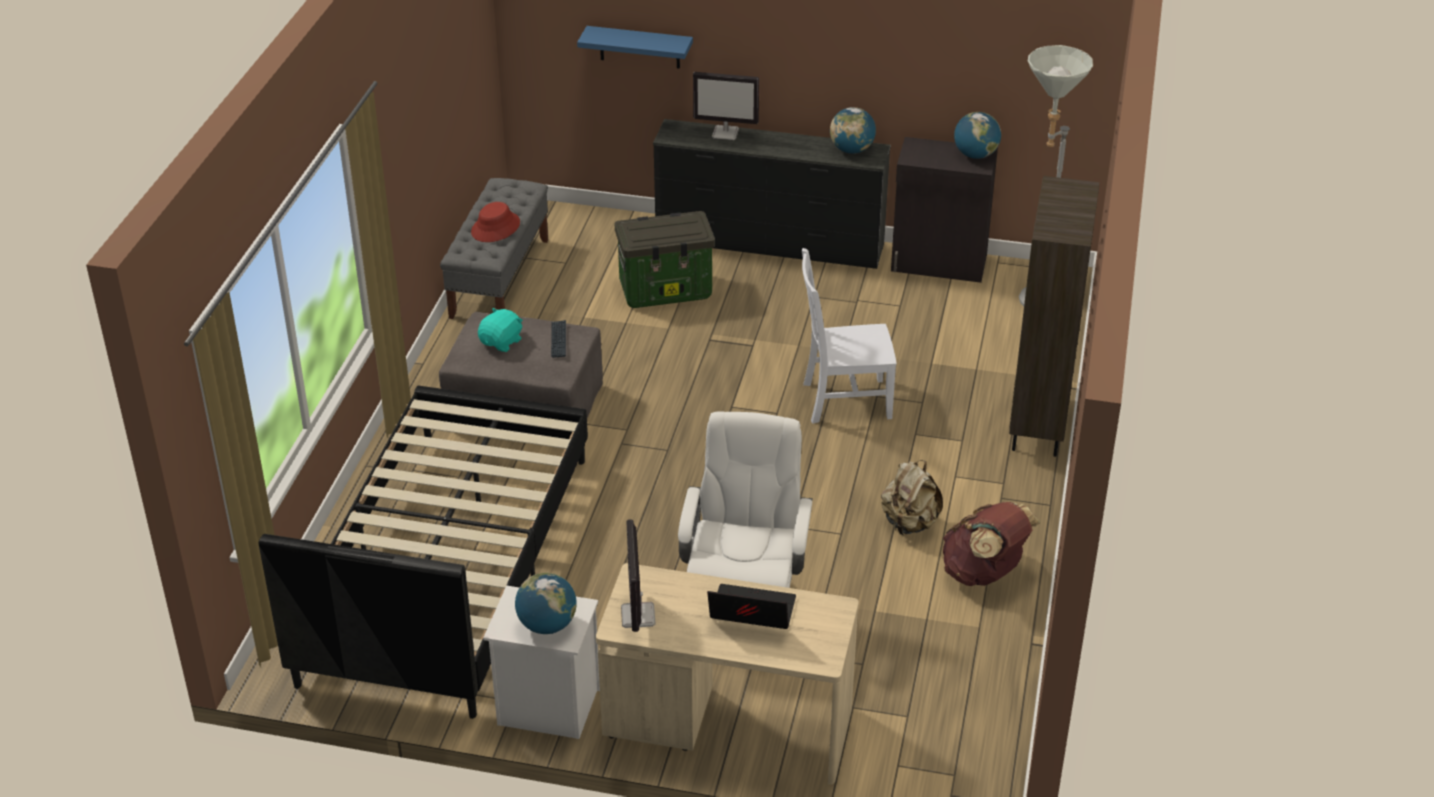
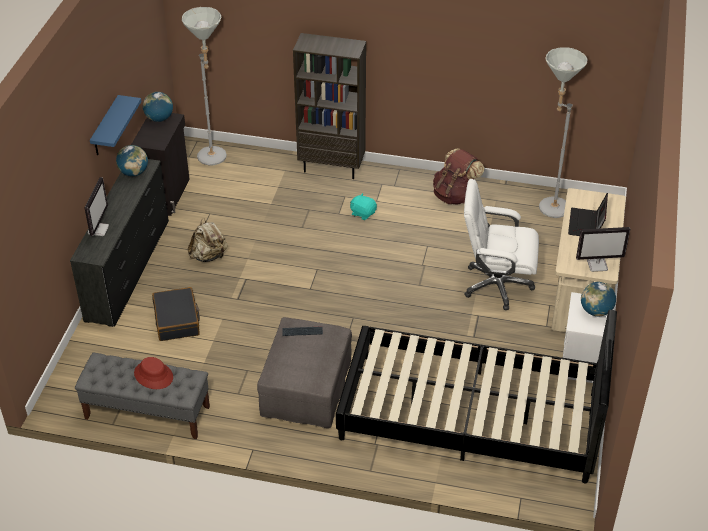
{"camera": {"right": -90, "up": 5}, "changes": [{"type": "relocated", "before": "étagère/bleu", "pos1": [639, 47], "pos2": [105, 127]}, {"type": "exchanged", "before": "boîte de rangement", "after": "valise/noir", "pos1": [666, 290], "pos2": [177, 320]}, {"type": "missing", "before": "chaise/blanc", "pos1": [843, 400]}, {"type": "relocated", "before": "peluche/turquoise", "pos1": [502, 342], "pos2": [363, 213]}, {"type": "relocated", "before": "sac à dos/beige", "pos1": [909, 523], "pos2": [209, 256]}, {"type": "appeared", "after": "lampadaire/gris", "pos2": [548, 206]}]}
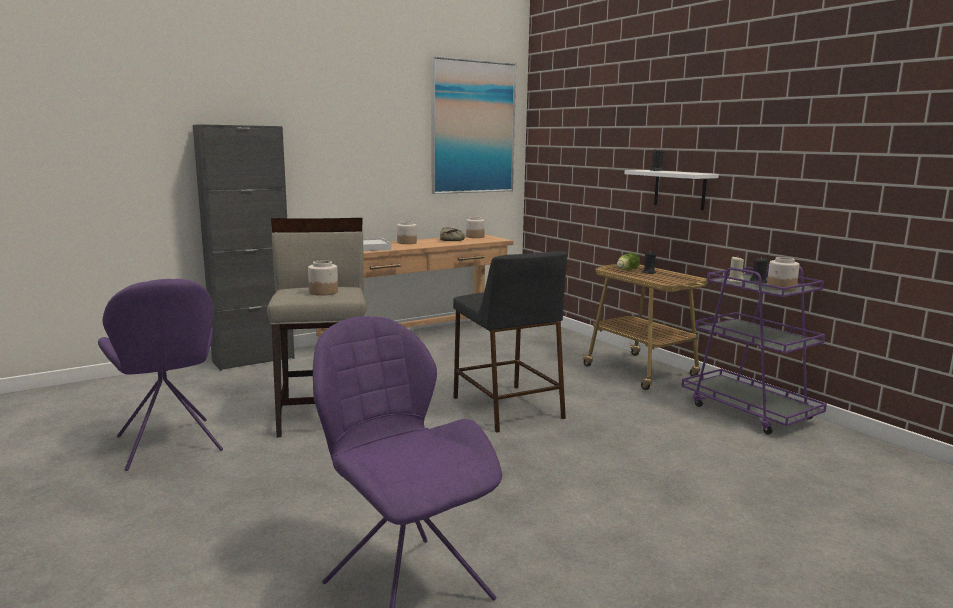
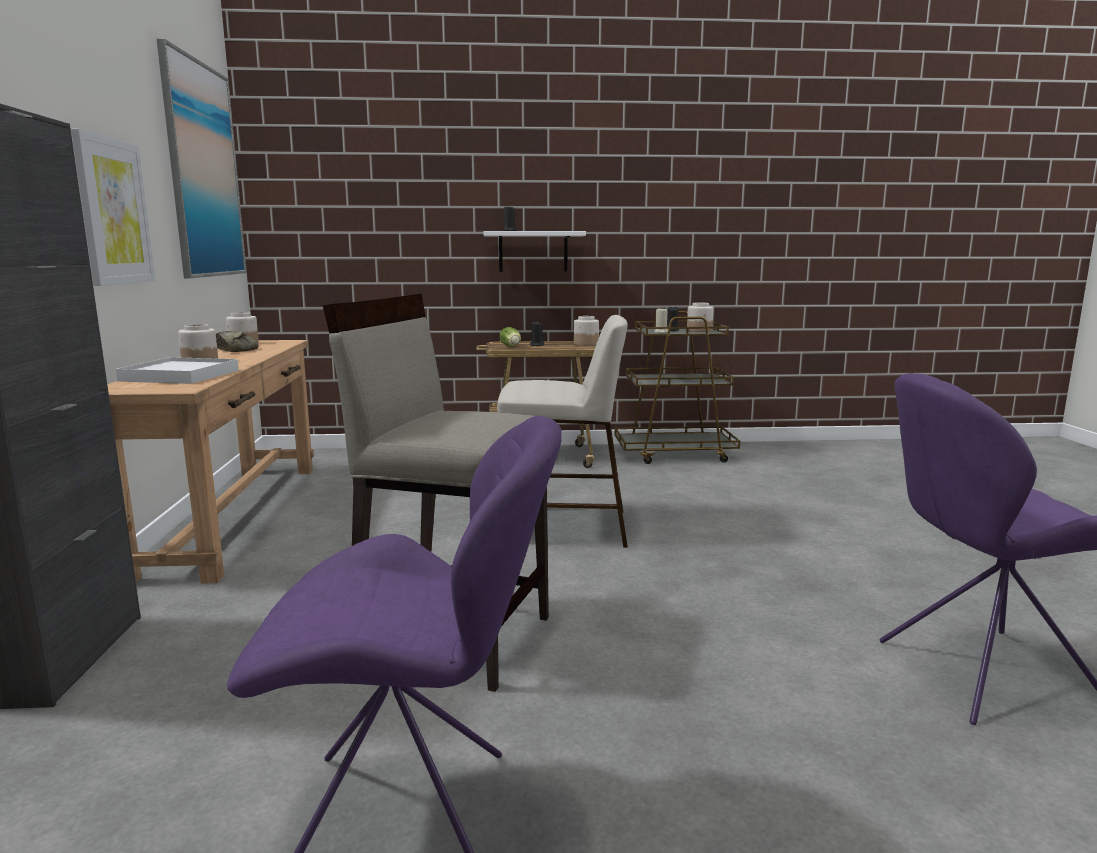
{"camera": {"right": -60, "up": 0}, "changes": [{"type": "colour", "before": "tabouret/noir", "after": "tabouret/beige", "pos1": [506, 407], "pos2": [562, 527]}, {"type": "relocated", "before": "bocal", "pos1": [323, 292], "pos2": [585, 344]}, {"type": "colour", "before": "chariot/violet", "after": "chariot/marron", "pos1": [749, 411], "pos2": [675, 454]}, {"type": "appeared", "after": "tableau", "pos2": [113, 212]}]}
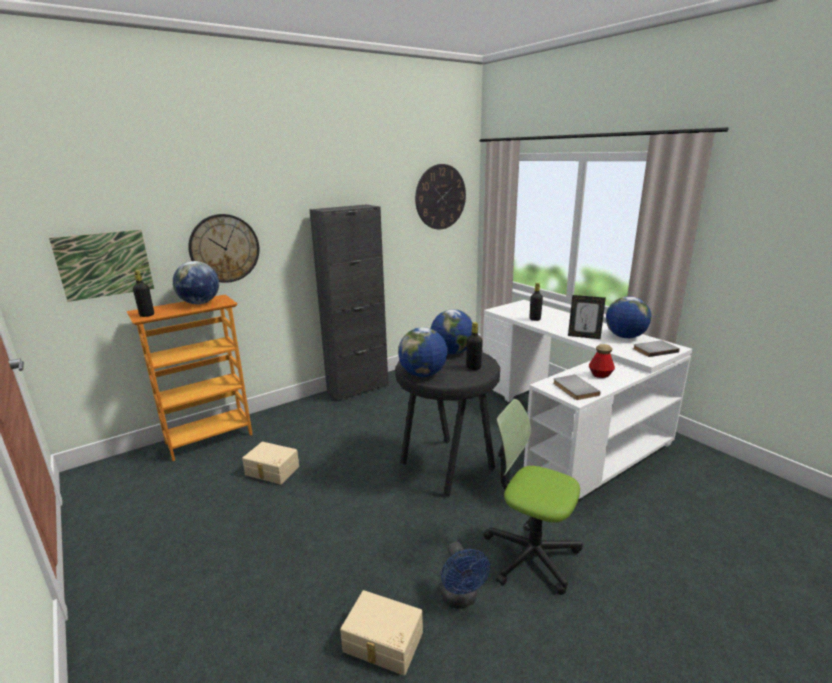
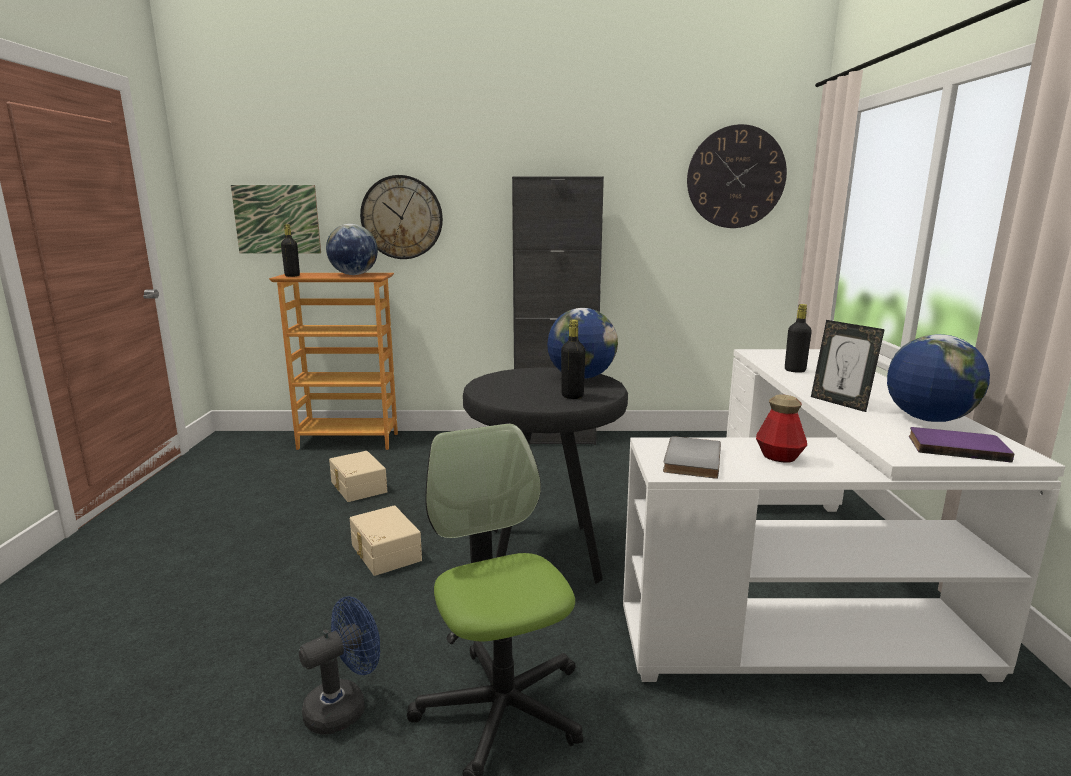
{"camera": {"right": 35, "up": -5}, "changes": [{"type": "missing", "before": "globe", "pos1": [423, 374]}, {"type": "colour", "before": "livre/gris", "after": "livre/violet", "pos1": [654, 350], "pos2": [956, 447]}, {"type": "spun", "before": "ventilateur/bleu", "pos1": [461, 599], "pos2": [344, 706], "turn": -150}, {"type": "relocated", "before": "boîte de rangement/beige", "pos1": [382, 643], "pos2": [384, 553]}]}
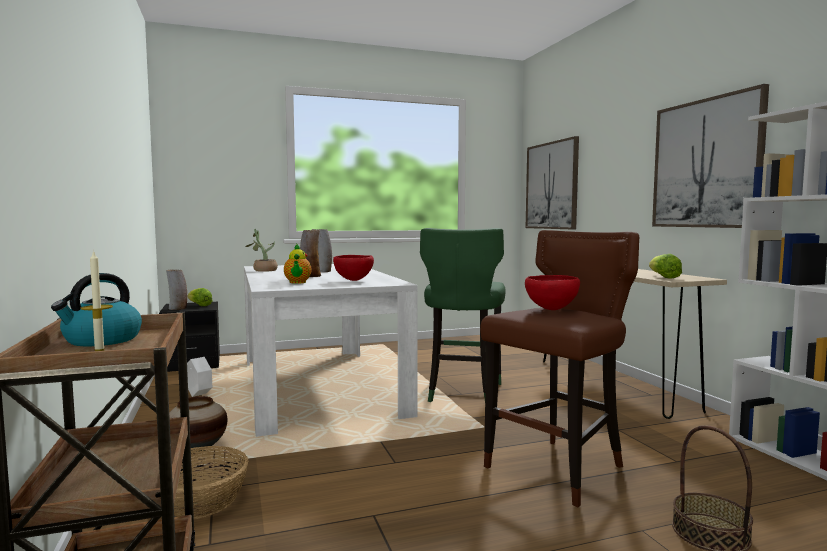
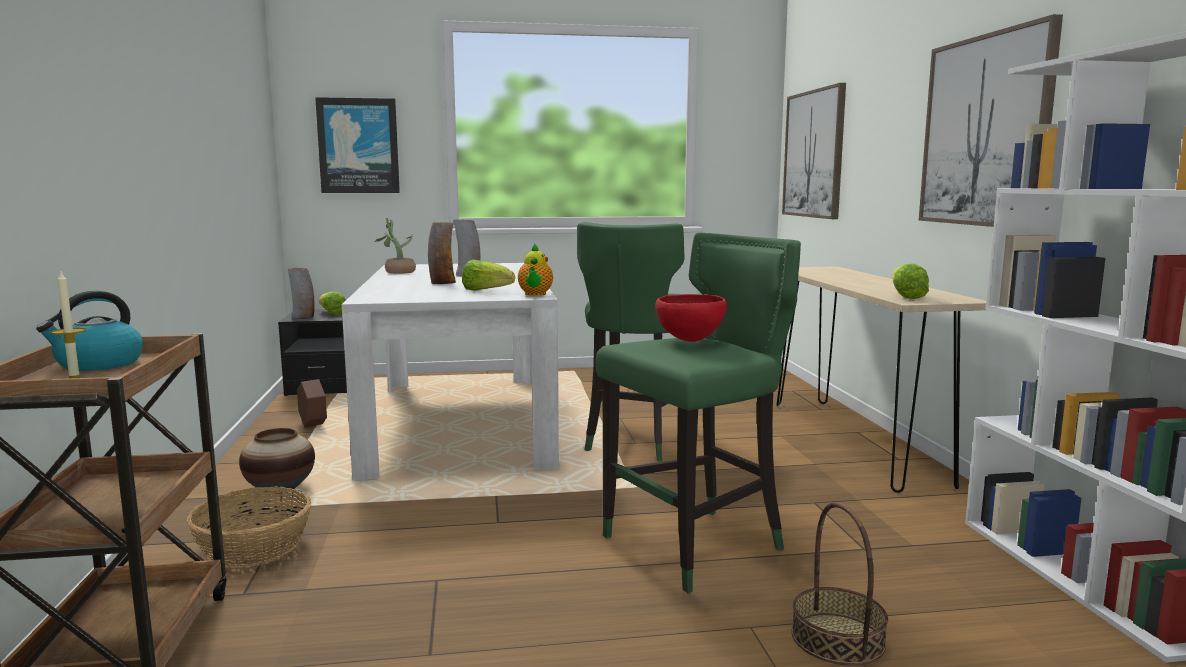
{"camera": {"right": 10, "up": 5}, "changes": [{"type": "colour", "before": "tabouret/marron", "after": "tabouret/vert", "pos1": [558, 469], "pos2": [696, 546]}, {"type": "relocated", "before": "théière", "pos1": [297, 282], "pos2": [535, 294]}, {"type": "exchanged", "before": "bol/rouge", "after": "laitue", "pos1": [353, 280], "pos2": [486, 291]}, {"type": "colour", "before": "cache-pot/blanc", "after": "cache-pot/marron", "pos1": [199, 395], "pos2": [313, 426]}, {"type": "appeared", "after": "tableau", "pos2": [358, 146]}]}
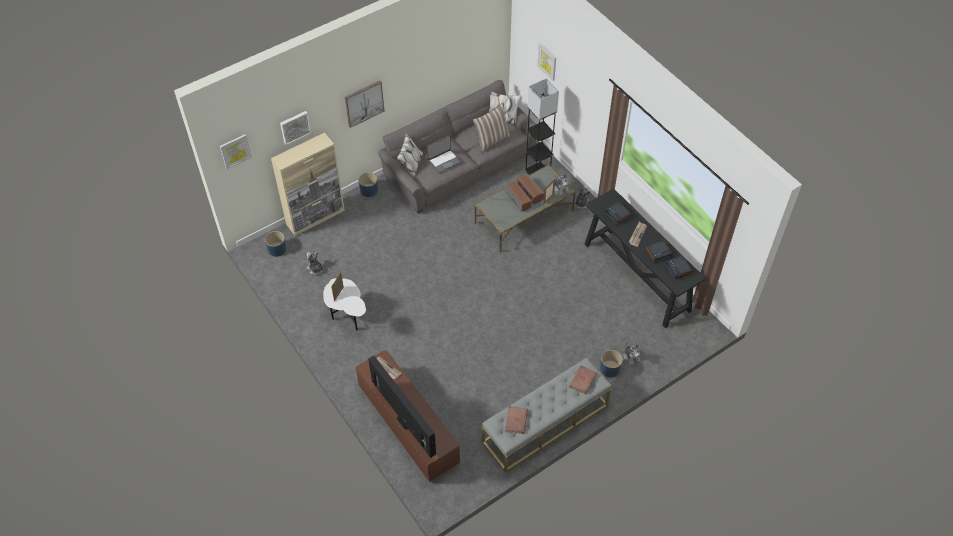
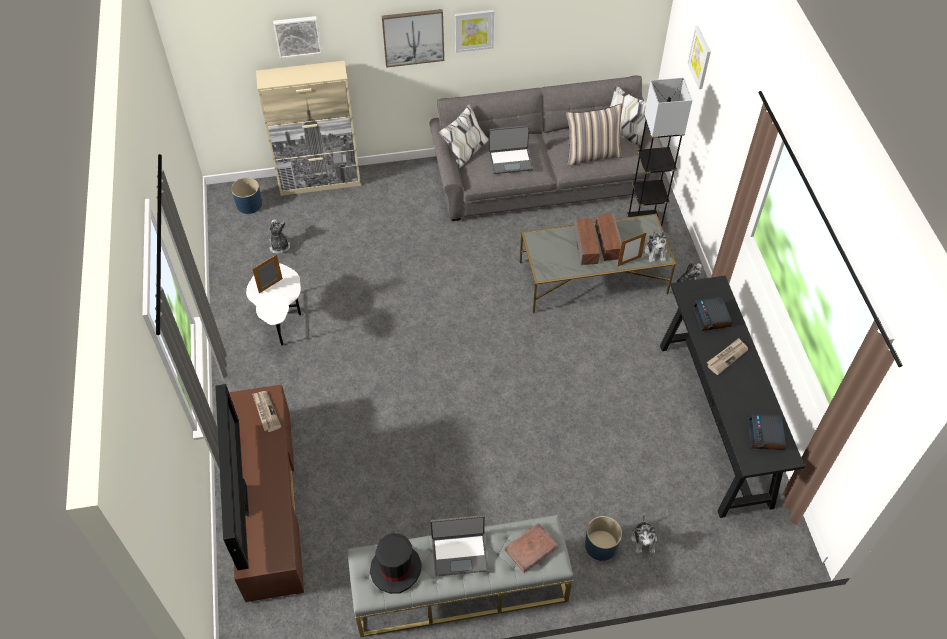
{"camera": {"right": 25, "up": 0}, "changes": [{"type": "relocated", "before": "tableau", "pos1": [235, 151], "pos2": [474, 30]}, {"type": "missing", "before": "cache-pot/bleu", "pos1": [369, 190]}, {"type": "missing", "before": "réveil", "pos1": [658, 253]}, {"type": "exchanged", "before": "livre/marron", "after": "chapeau/noir", "pos1": [516, 421], "pos2": [396, 568]}, {"type": "appeared", "after": "ordinateur portable", "pos2": [459, 553]}]}
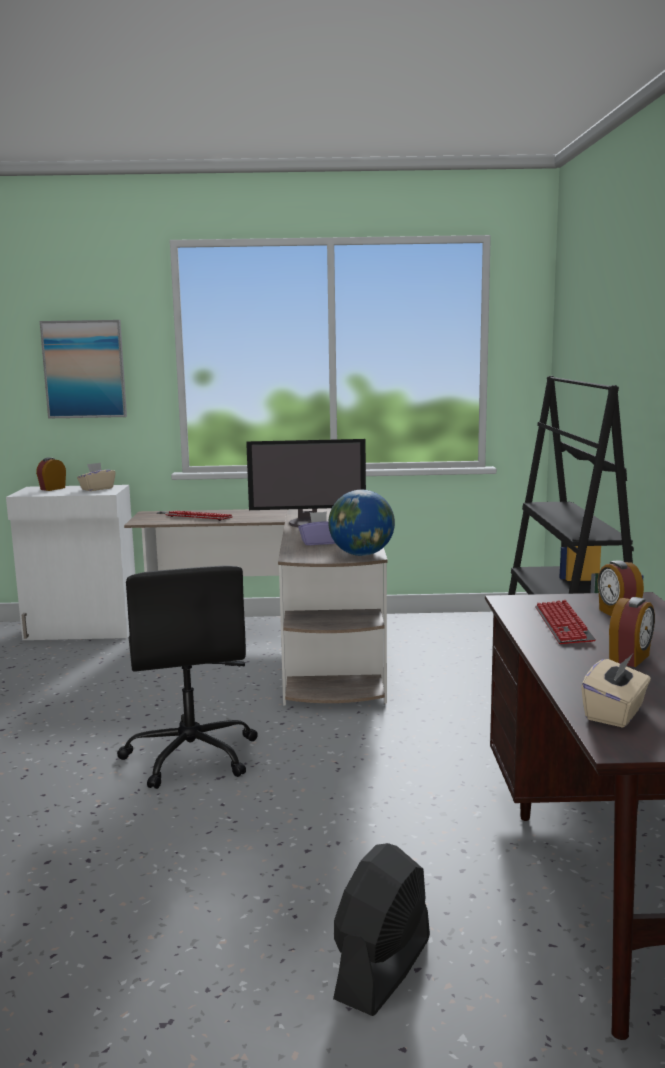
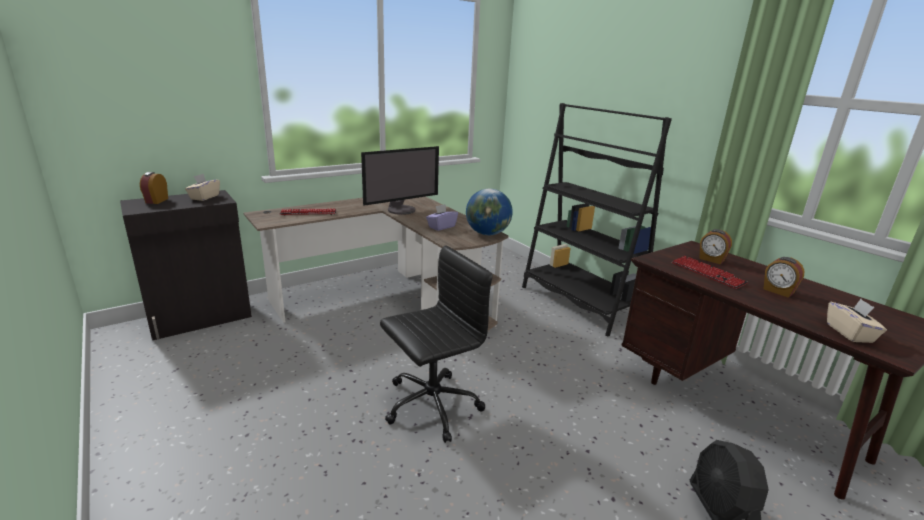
{"camera": {"right": -35, "up": 10}, "changes": [{"type": "missing", "before": "tableau", "pos1": [84, 369]}, {"type": "colour", "before": "meuble de rangement/blanc", "after": "meuble de rangement/noir", "pos1": [82, 630], "pos2": [201, 318]}, {"type": "spun", "before": "chaise de bureau/noir", "pos1": [191, 756], "pos2": [430, 405], "turn": -75}, {"type": "spun", "before": "réveil", "pos1": [630, 658], "pos2": [778, 291], "turn": 135}]}
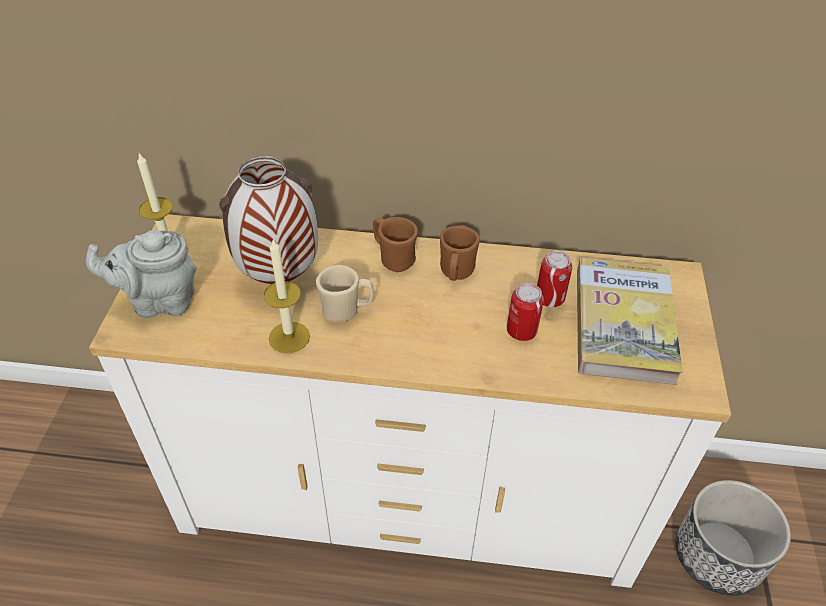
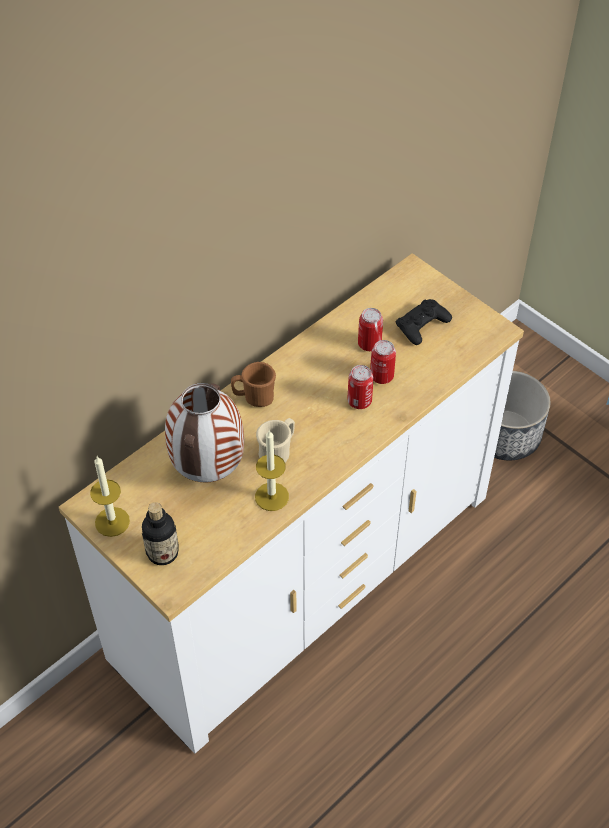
{"camera": {"right": -50, "up": 5}, "changes": [{"type": "missing", "before": "mug/marron", "pos1": [456, 273]}, {"type": "exchanged", "before": "théière/gris", "after": "bouteille", "pos1": [159, 301], "pos2": [162, 553]}, {"type": "exchanged", "before": "livre", "after": "manette/noir", "pos1": [623, 324], "pos2": [422, 325]}, {"type": "appeared", "after": "boîte métallique", "pos2": [359, 401]}]}
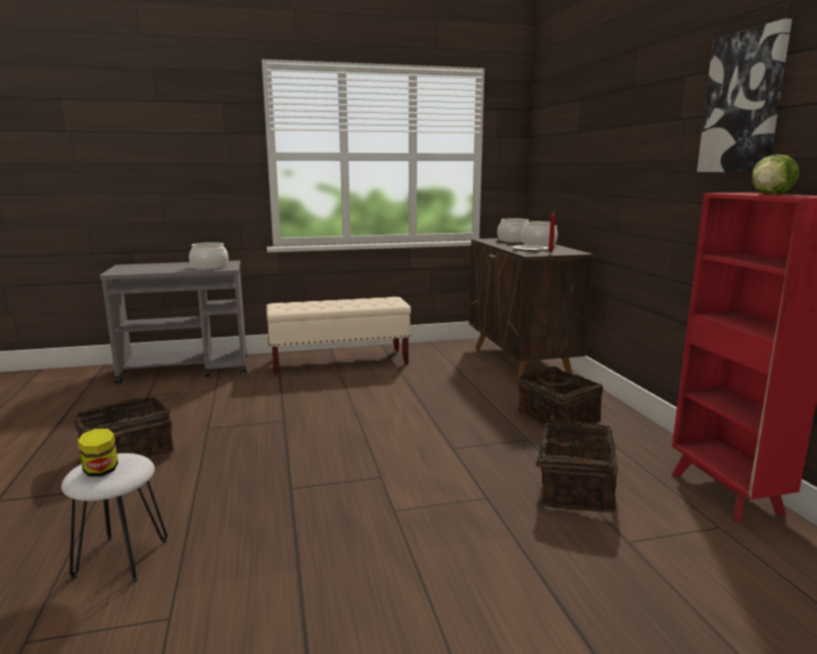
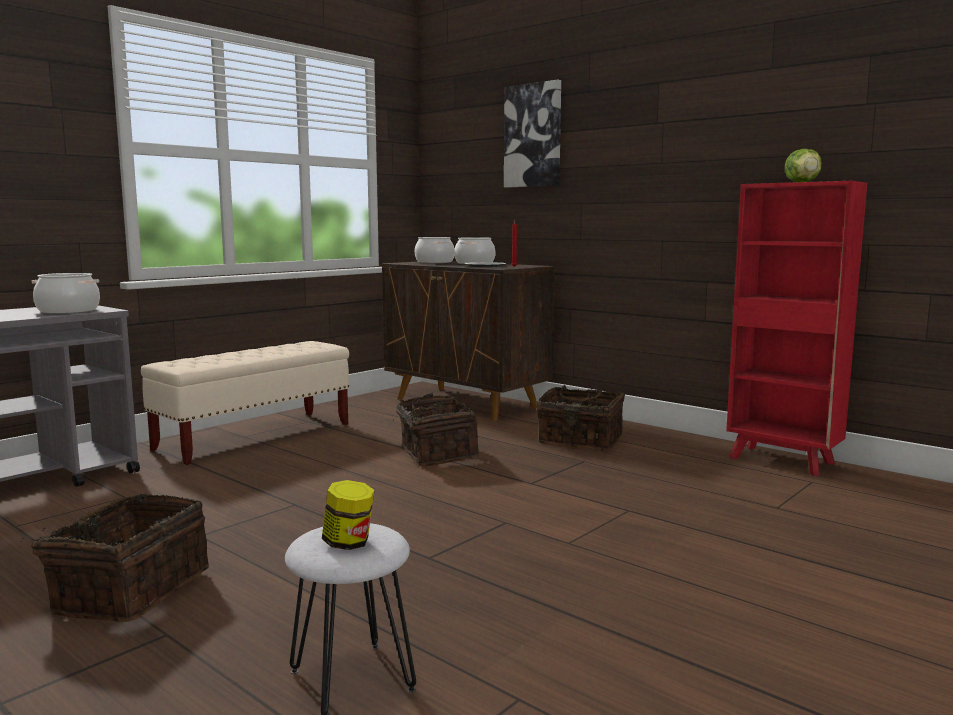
{"camera": {"right": -35, "up": -5}, "changes": [{"type": "relocated", "before": "tableau", "pos1": [743, 103], "pos2": [533, 136]}, {"type": "relocated", "before": "panier", "pos1": [574, 489], "pos2": [436, 453]}]}
